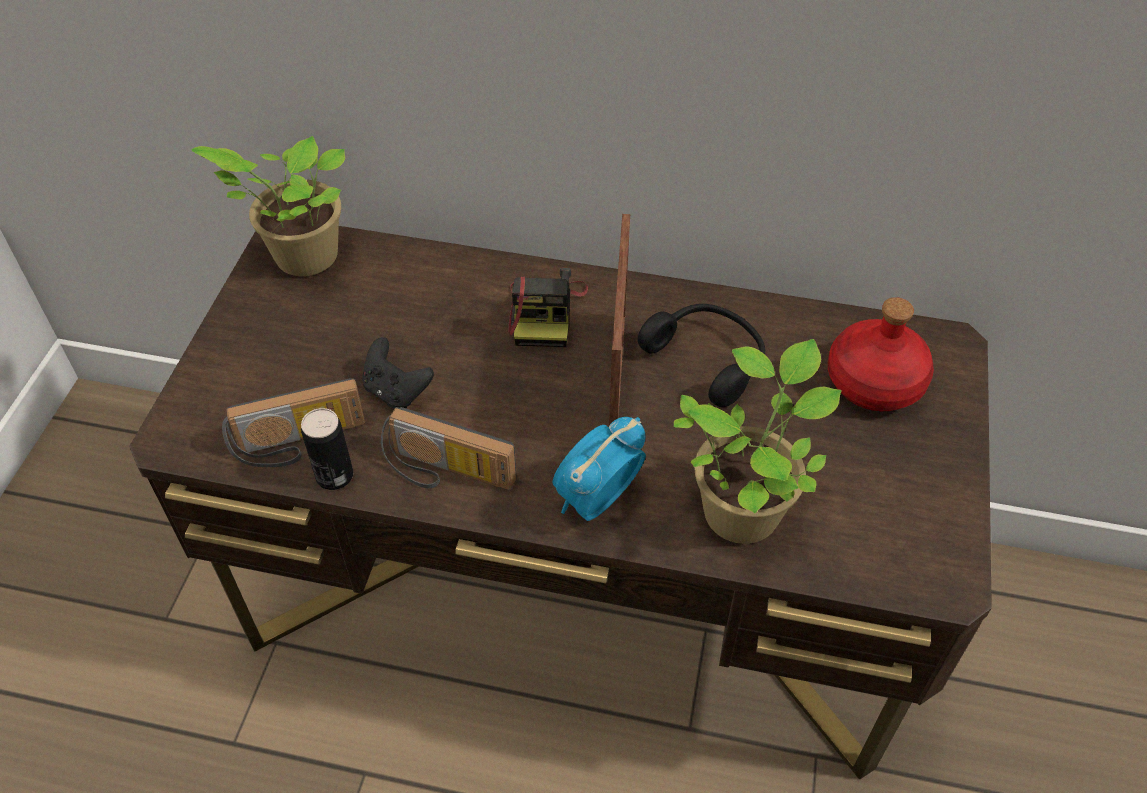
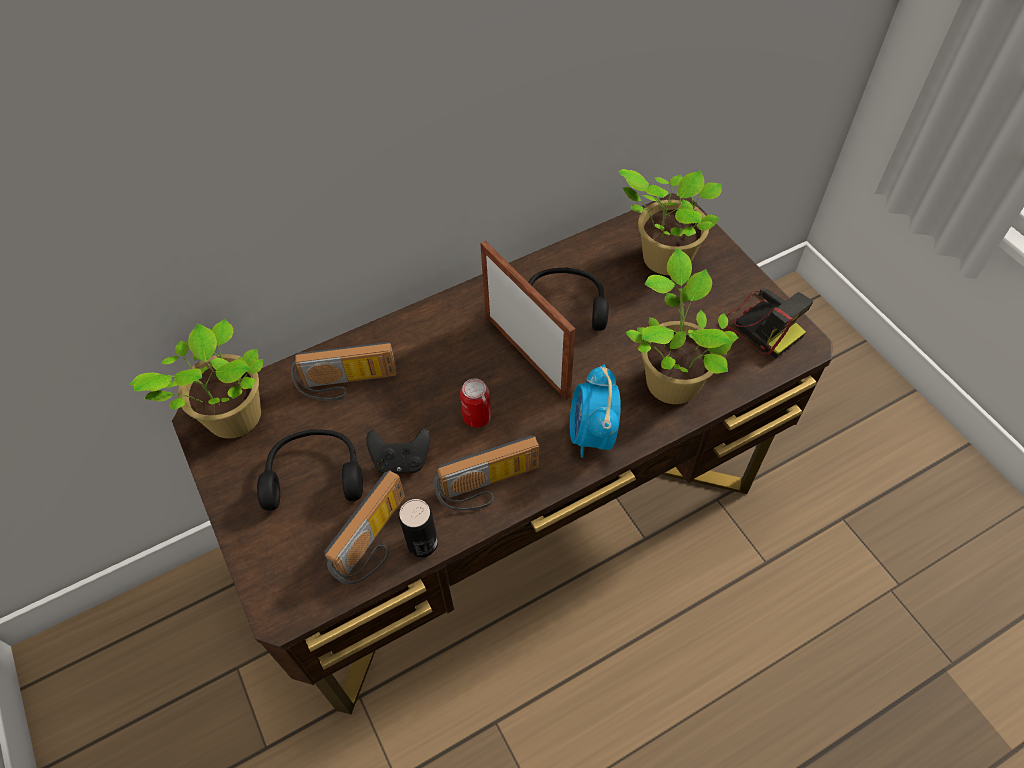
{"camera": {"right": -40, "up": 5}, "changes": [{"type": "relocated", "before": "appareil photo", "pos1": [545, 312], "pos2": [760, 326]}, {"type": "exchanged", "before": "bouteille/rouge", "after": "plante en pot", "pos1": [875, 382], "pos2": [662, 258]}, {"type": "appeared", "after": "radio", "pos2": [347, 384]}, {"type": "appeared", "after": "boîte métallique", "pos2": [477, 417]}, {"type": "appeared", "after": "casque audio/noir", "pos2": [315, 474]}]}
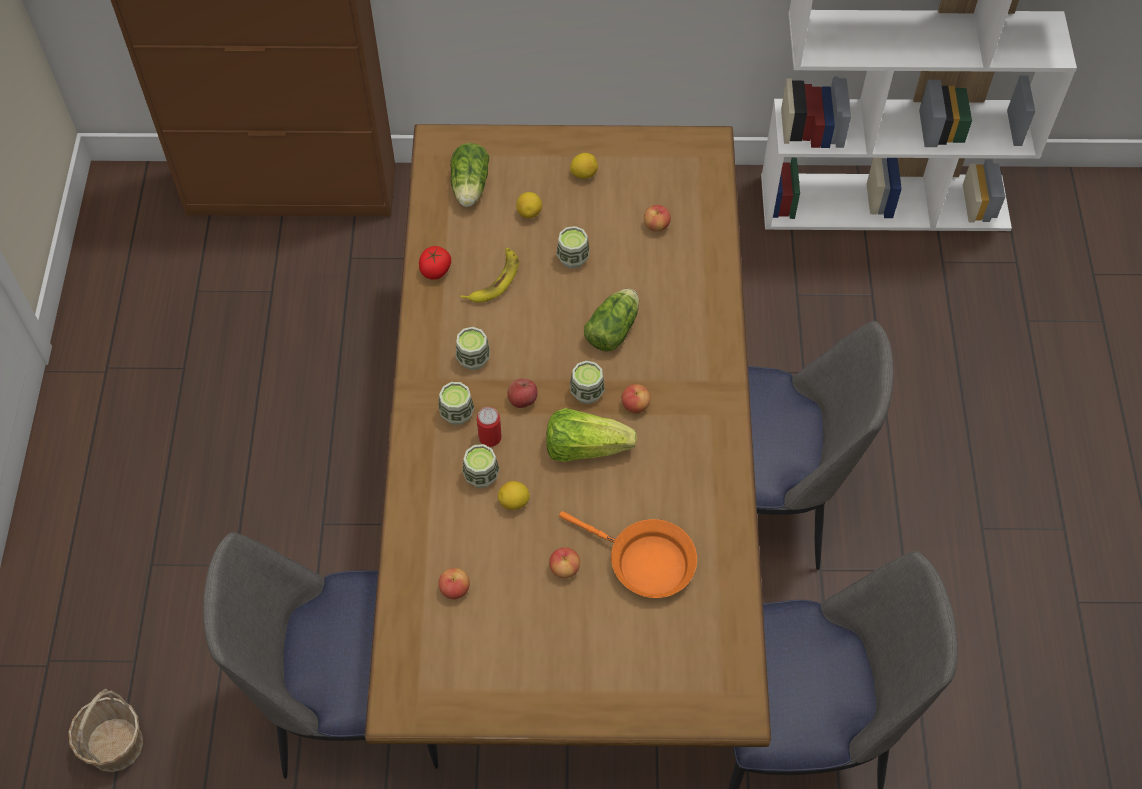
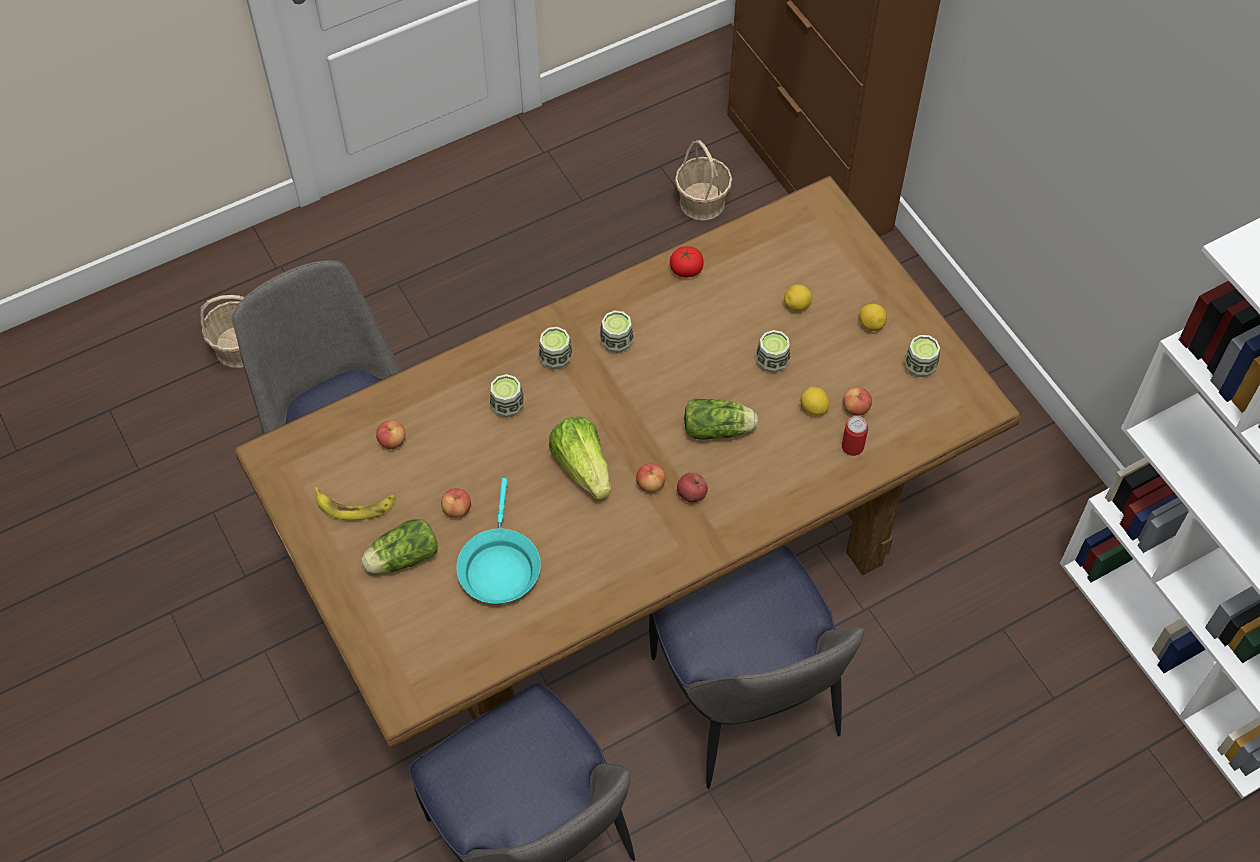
{"camera": {"right": 60, "up": 0}, "changes": [{"type": "relocated", "before": "laitue", "pos1": [469, 188], "pos2": [400, 558]}, {"type": "relocated", "before": "banane", "pos1": [494, 280], "pos2": [355, 505]}, {"type": "relocated", "before": "tasse", "pos1": [587, 392], "pos2": [920, 366]}, {"type": "relocated", "before": "pomme", "pos1": [522, 400], "pos2": [691, 494]}, {"type": "relocated", "before": "boîte métallique", "pos1": [490, 437], "pos2": [852, 446]}, {"type": "relocated", "before": "citron", "pos1": [514, 502], "pos2": [813, 408]}, {"type": "colour", "before": "poêle/orange", "after": "poêle/turquoise", "pos1": [645, 562], "pos2": [499, 566]}, {"type": "appeared", "after": "panier", "pos2": [702, 202]}]}
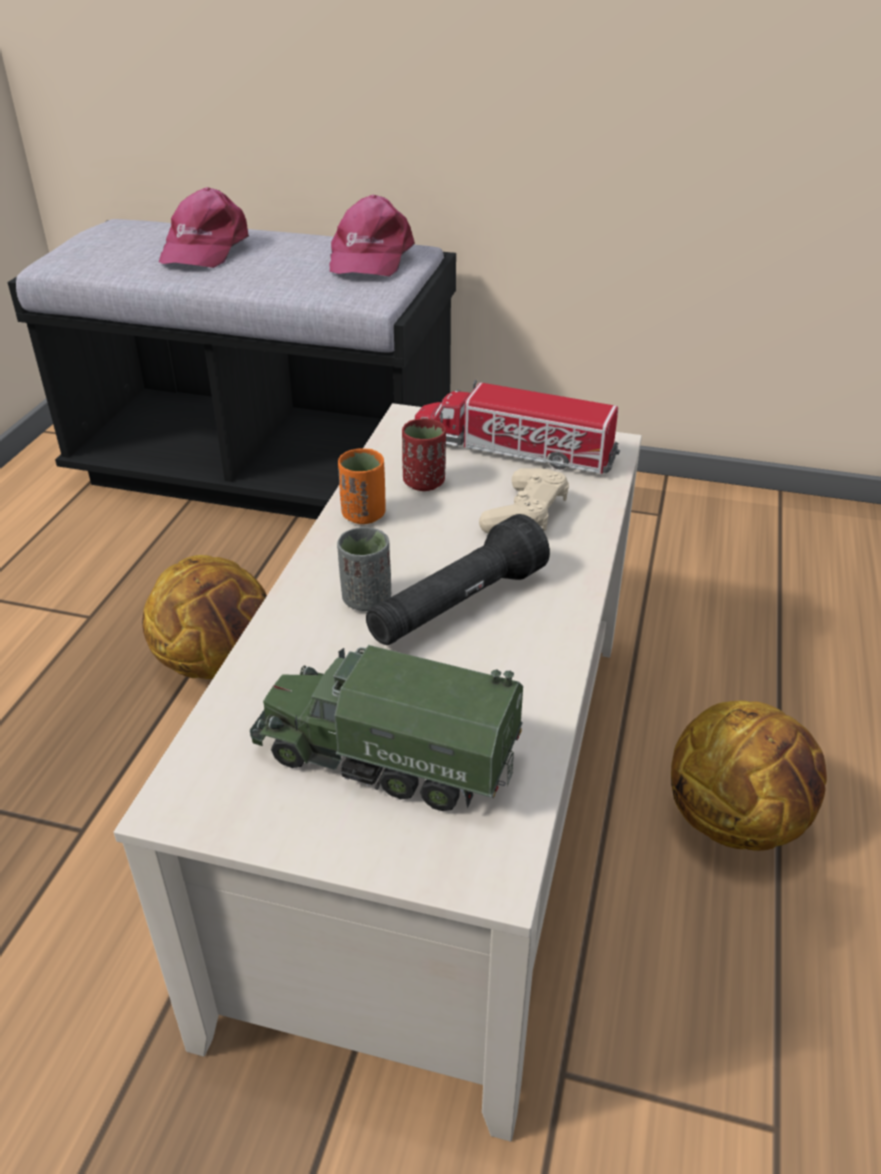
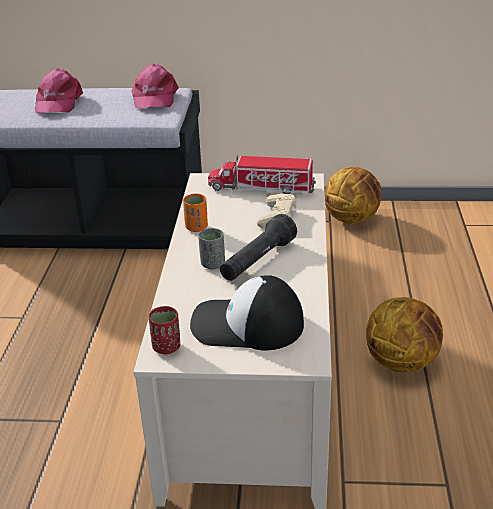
{"camera": {"right": -10, "up": -5}, "changes": [{"type": "relocated", "before": "tasse/rouge", "pos1": [424, 482], "pos2": [166, 347]}, {"type": "relocated", "before": "ballon de basket", "pos1": [217, 662], "pos2": [352, 219]}, {"type": "exchanged", "before": "camion jouet", "after": "casquette", "pos1": [385, 756], "pos2": [246, 325]}]}
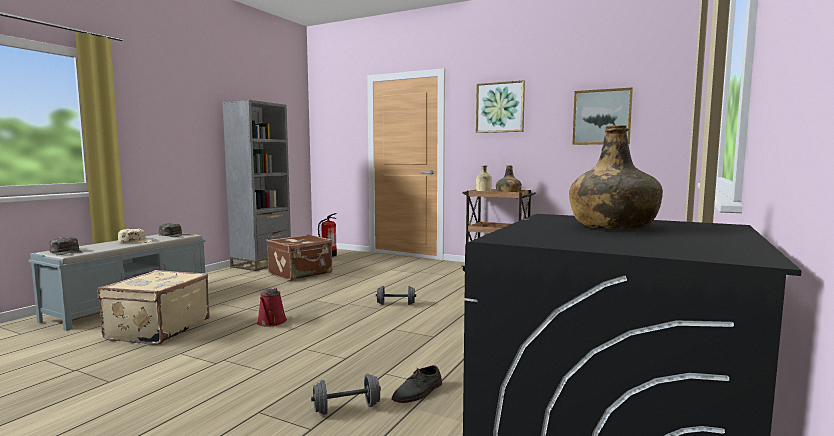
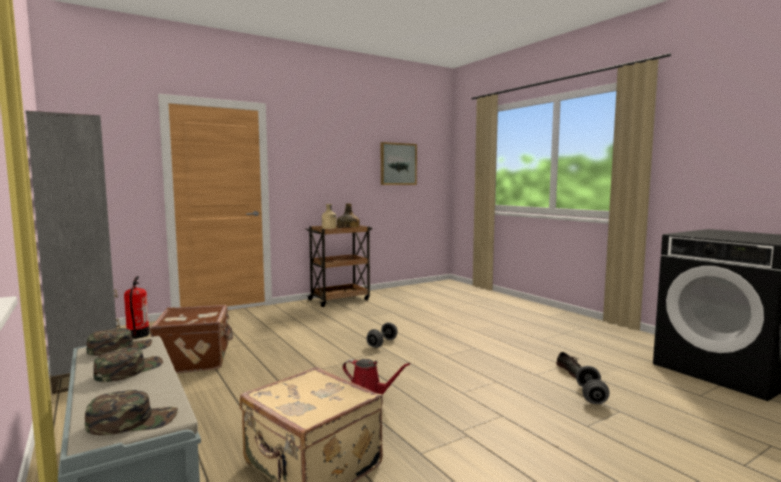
{"camera": {"right": -60, "up": 0}, "changes": [{"type": "missing", "before": "tableau", "pos1": [500, 107]}, {"type": "missing", "before": "bouteille/vert", "pos1": [612, 226]}, {"type": "colour", "before": "casquette/beige", "after": "casquette/vert", "pos1": [137, 241], "pos2": [129, 370]}]}
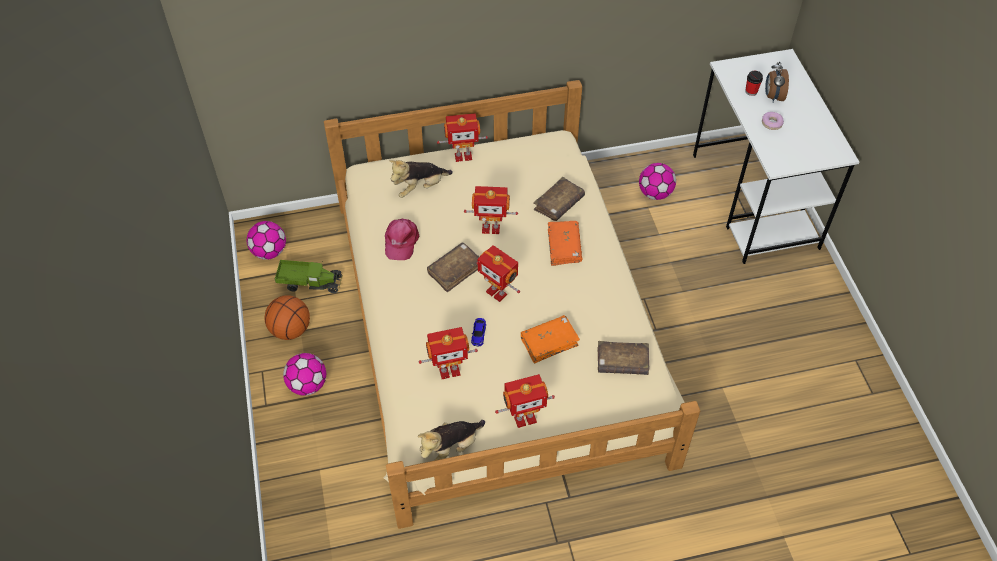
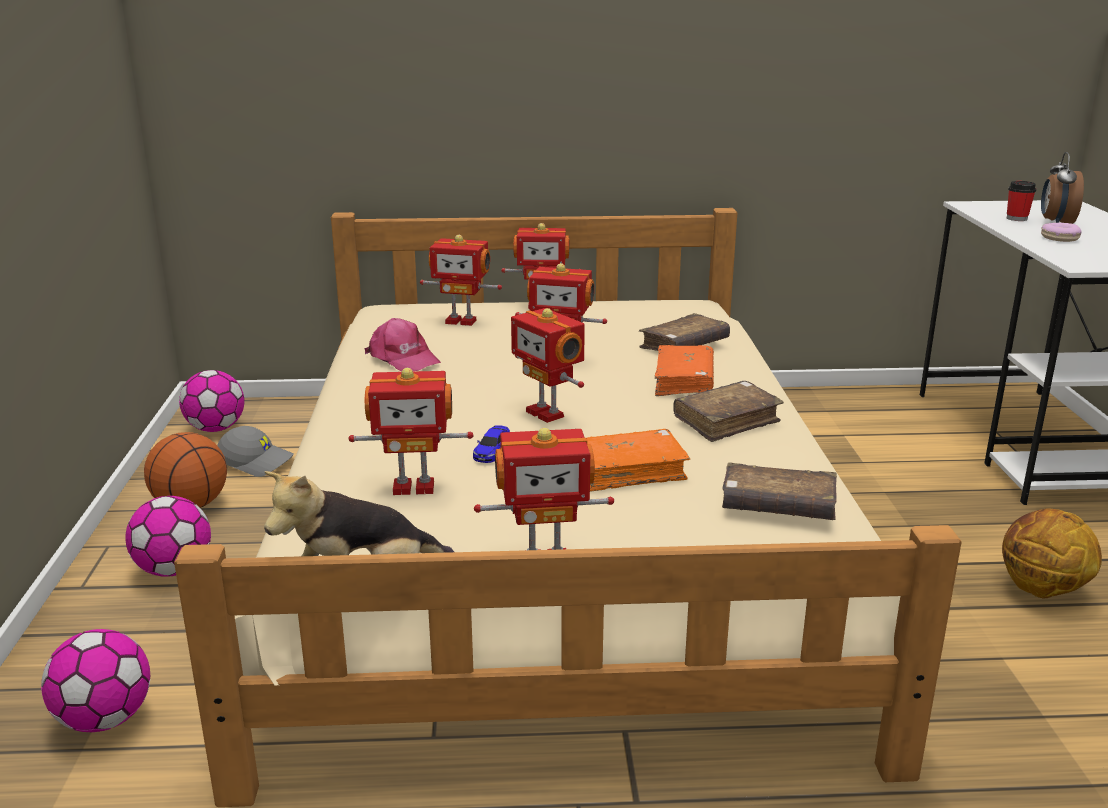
{"camera": {"right": 10, "up": -30}, "changes": [{"type": "exchanged", "before": "peluche", "after": "robot jouet", "pos1": [420, 187], "pos2": [461, 321]}, {"type": "relocated", "before": "ballon de foot", "pos1": [655, 193], "pos2": [105, 719]}, {"type": "spun", "before": "casquette/rose", "pos1": [401, 241], "pos2": [403, 358], "turn": -60}, {"type": "relocated", "before": "livre/marron", "pos1": [455, 270], "pos2": [726, 421]}, {"type": "exchanged", "before": "camion jouet", "after": "casquette/gris", "pos1": [310, 282], "pos2": [257, 461]}, {"type": "appeared", "after": "ballon de basket", "pos2": [1041, 590]}]}
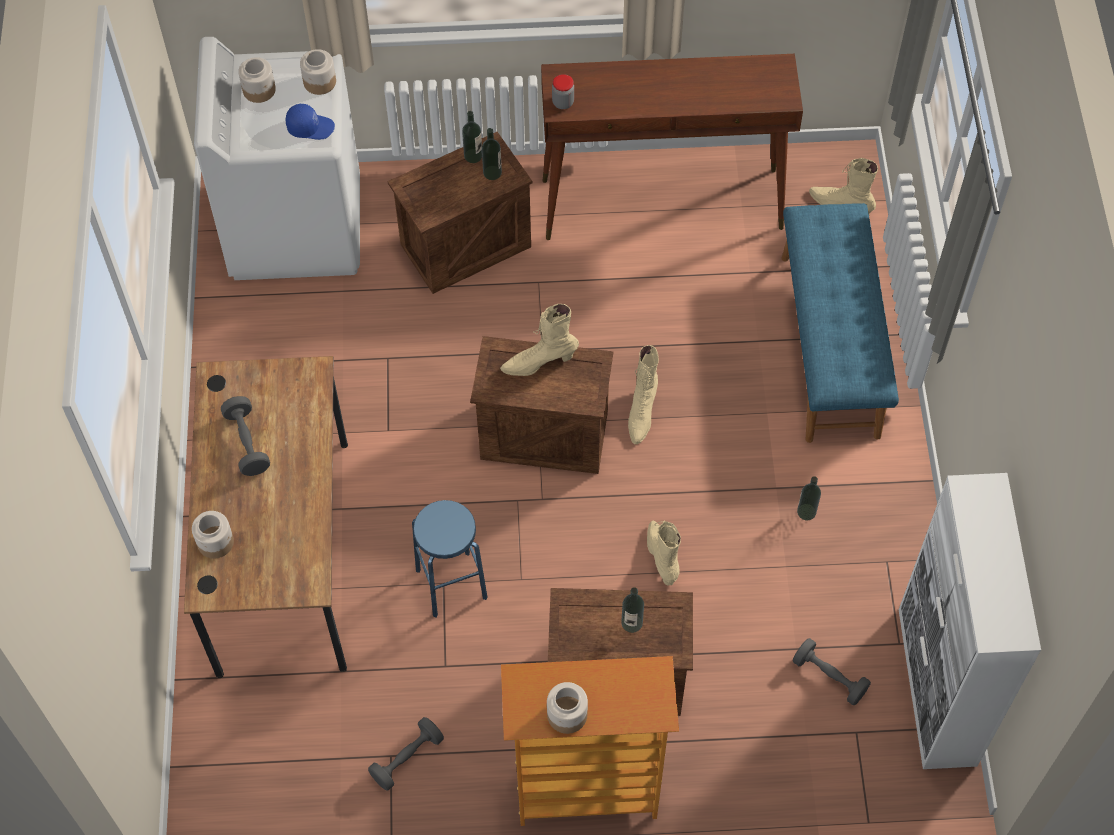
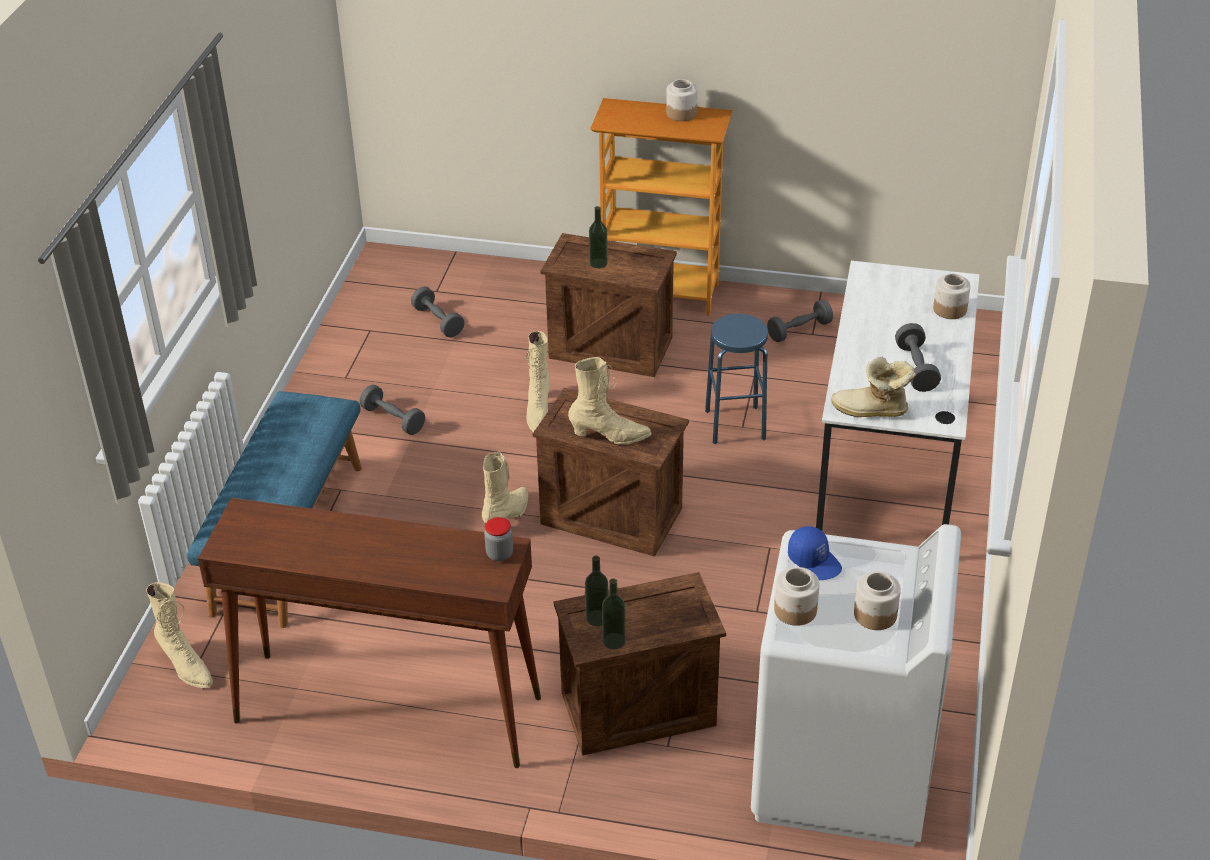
{"camera": {"right": -165, "up": -20}, "changes": [{"type": "spun", "before": "casquette/bleu", "pos1": [310, 127], "pos2": [815, 561], "turn": -150}, {"type": "colour", "before": "bureau/marron", "after": "bureau/blanc", "pos1": [284, 555], "pos2": [889, 469]}, {"type": "missing", "before": "meuble de rangement/blanc", "pos1": [936, 687]}, {"type": "exchanged", "before": "bouteille", "after": "haltère/gris", "pos1": [806, 512], "pos2": [393, 419]}, {"type": "appeared", "after": "botte", "pos2": [871, 411]}]}
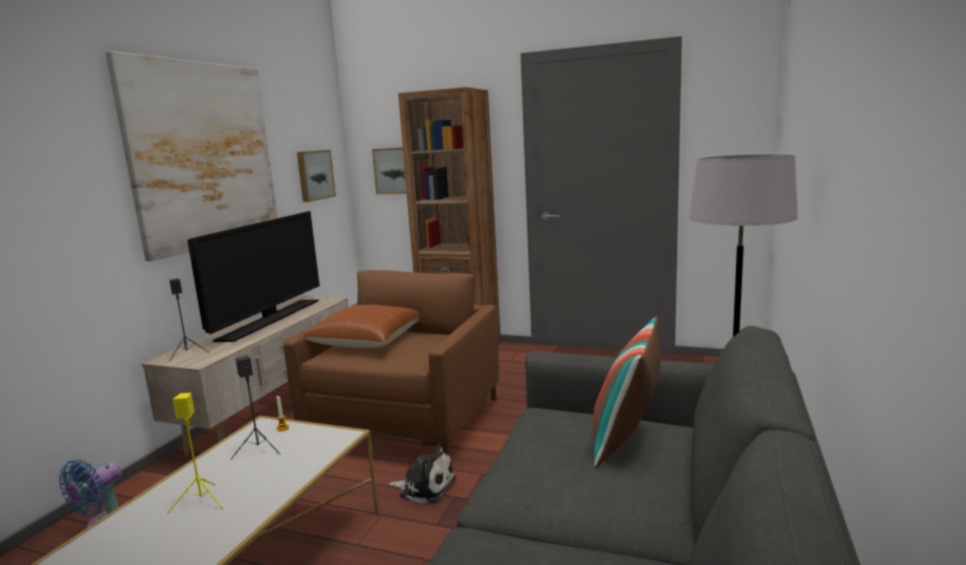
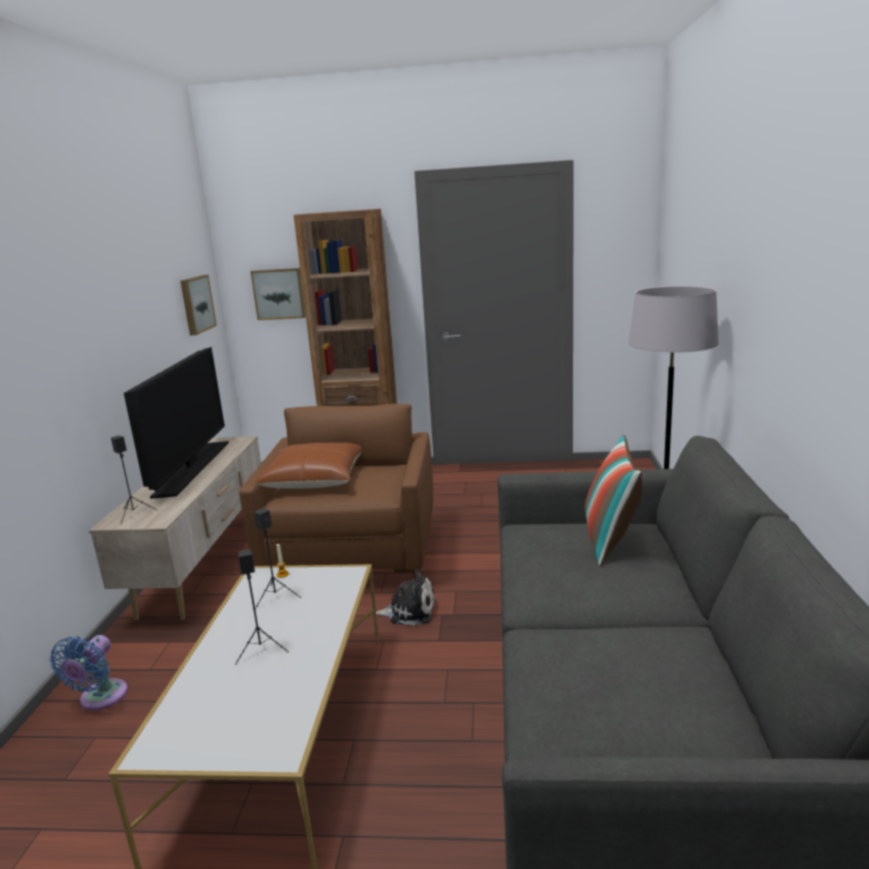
{"camera": {"right": -15, "up": 5}, "changes": [{"type": "missing", "before": "tableau", "pos1": [204, 155]}, {"type": "colour", "before": "enceinte/jaune", "after": "enceinte/noir", "pos1": [202, 501], "pos2": [261, 649]}]}
